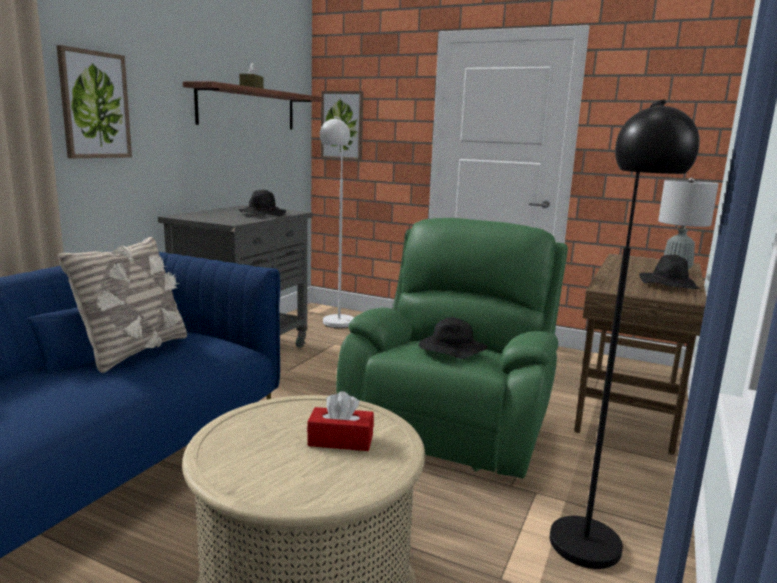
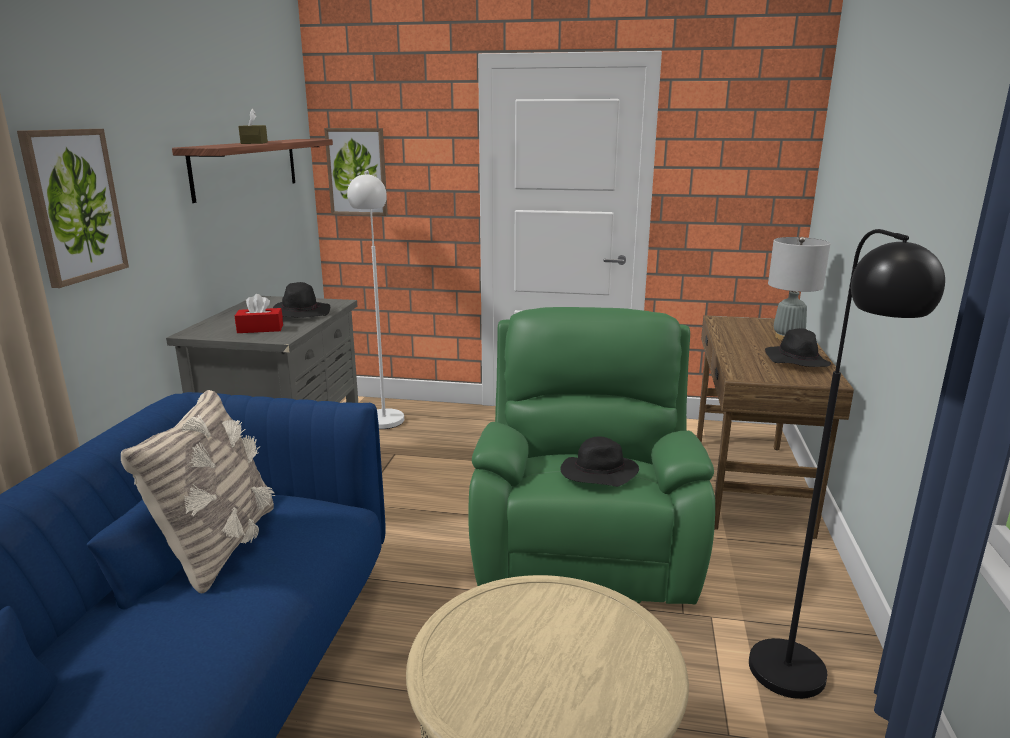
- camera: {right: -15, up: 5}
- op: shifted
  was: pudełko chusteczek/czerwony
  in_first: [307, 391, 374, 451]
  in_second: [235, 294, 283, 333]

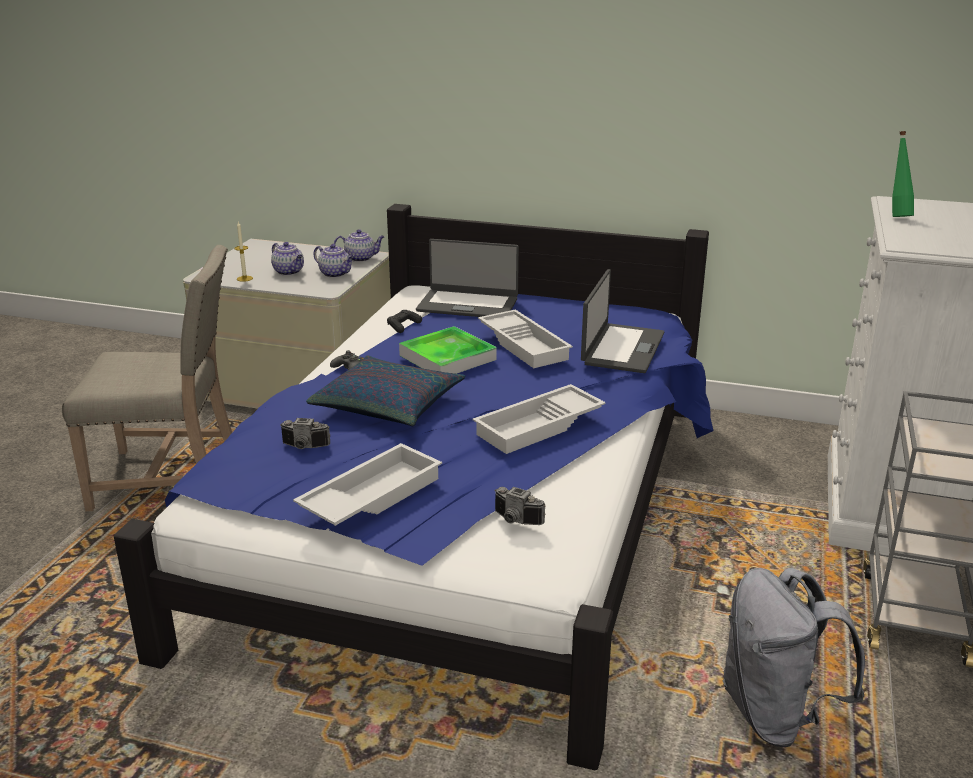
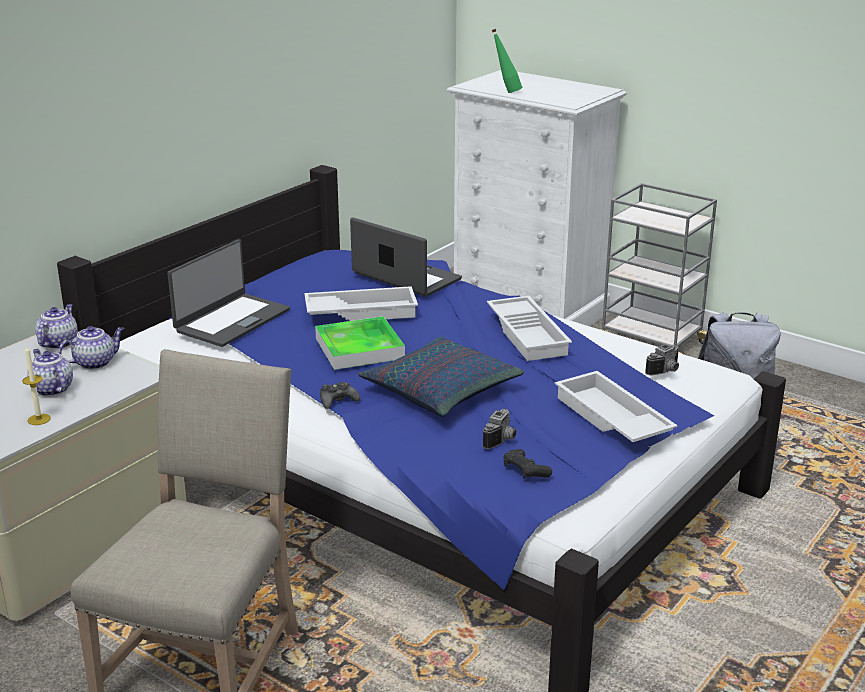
- camera: {right: -70, up: 0}
- op: shifted
  was: pad do gier/czarny
  in_first: [387, 310, 422, 333]
  in_second: [504, 449, 552, 479]
- op: rotated
  was: imbryk
  in_first: [271, 242, 304, 275]
  in_second: [27, 349, 73, 396]
  clockwise: -105

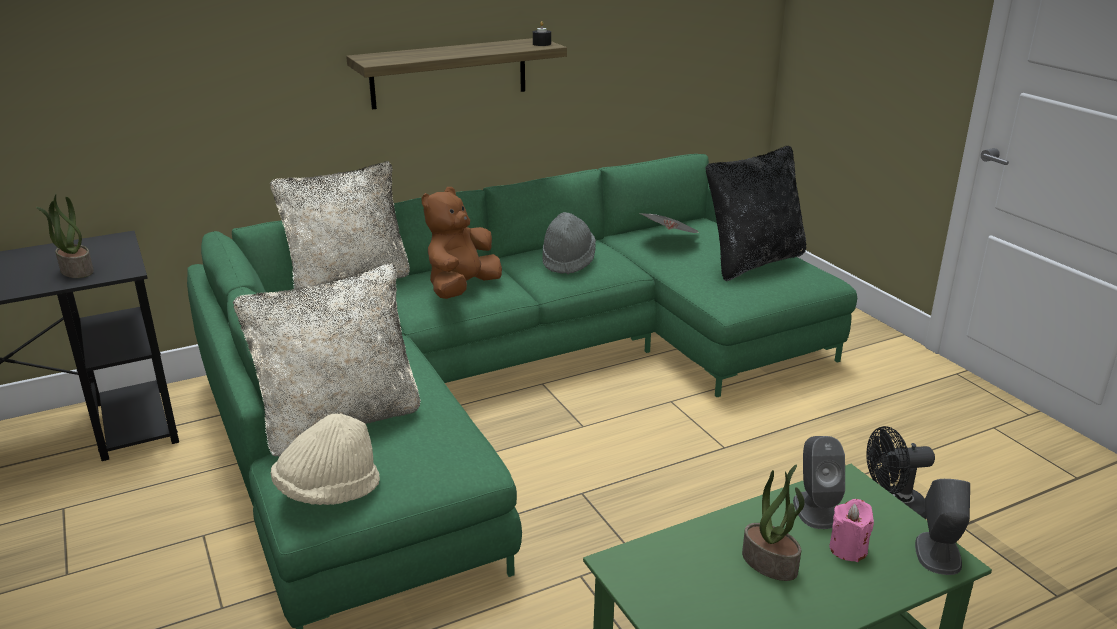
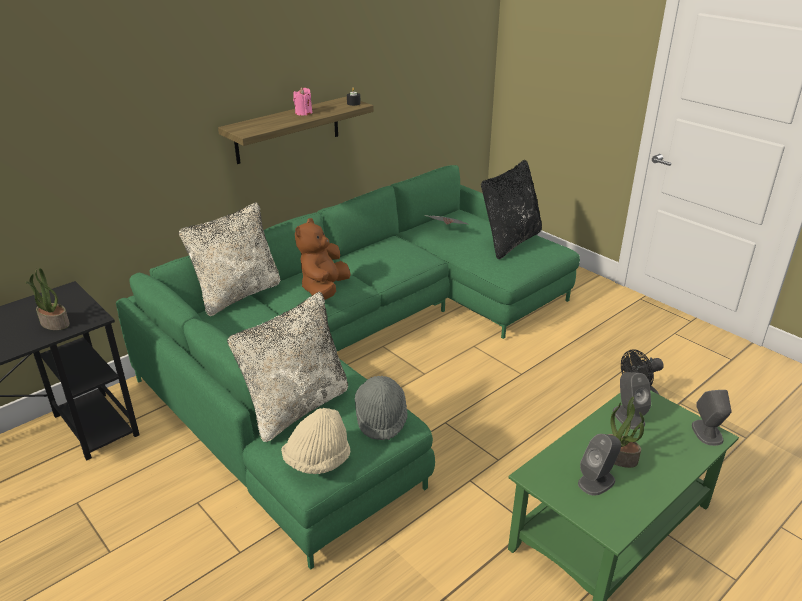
- camera: {right: -15, up: 5}
- op: new
  now: głośnik/szary
  in_second: [578, 434, 621, 496]
- op: shifted
  was: kapelusz/szary
  in_first: [542, 212, 596, 275]
  in_second: [355, 376, 408, 440]
- op: shifted
  was: świeca/różowy
  in_first: [829, 499, 874, 562]
  in_second: [293, 87, 312, 115]

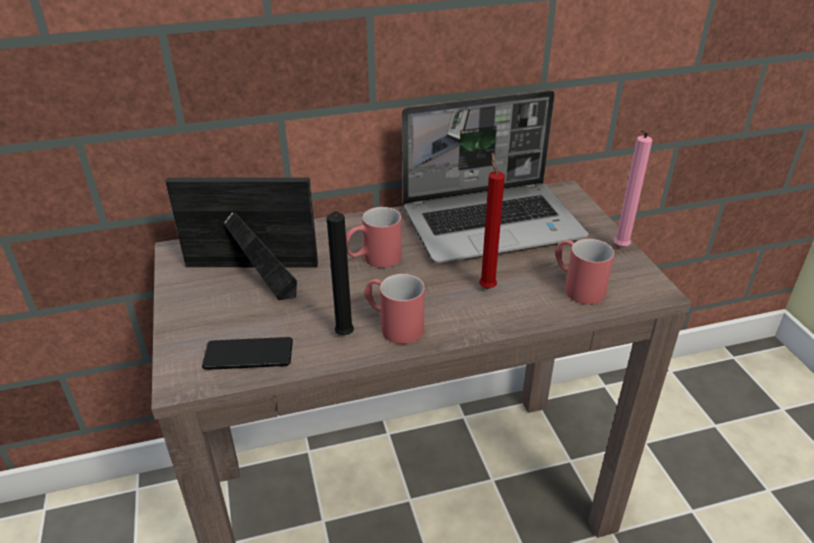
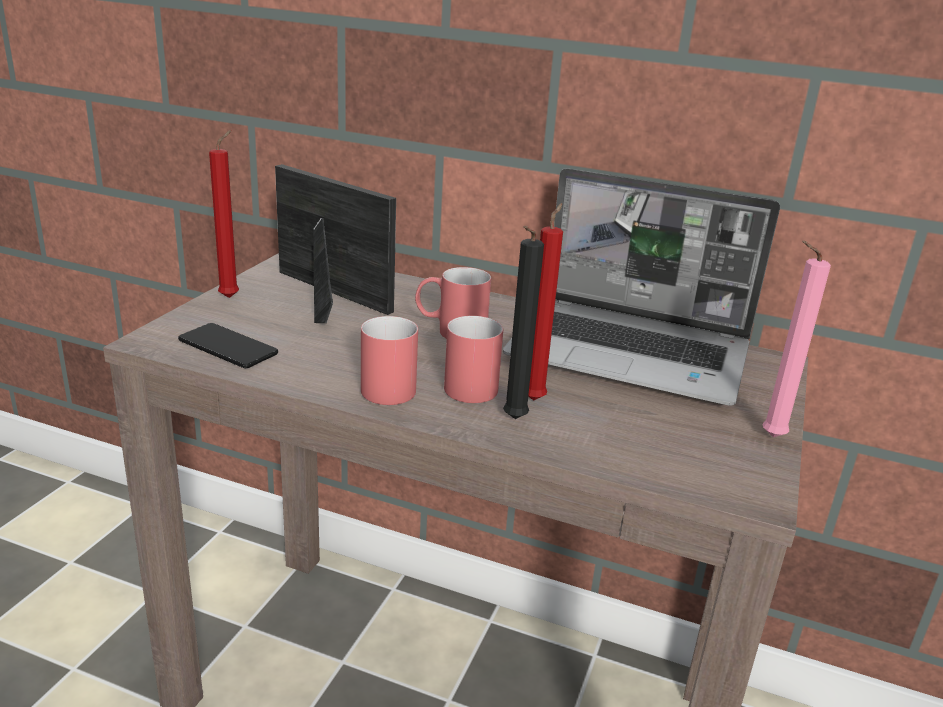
- camera: {right: 35, up: -10}
- op: new
  now: świeca/czerwony
  in_second: [209, 130, 239, 298]
- op: shifted
  was: świeca/czarny
  in_first: [327, 210, 354, 335]
  in_second: [503, 226, 544, 419]
- op: shifted
  was: kubek/czerwony
  in_first: [555, 239, 614, 305]
  in_second: [444, 316, 503, 403]

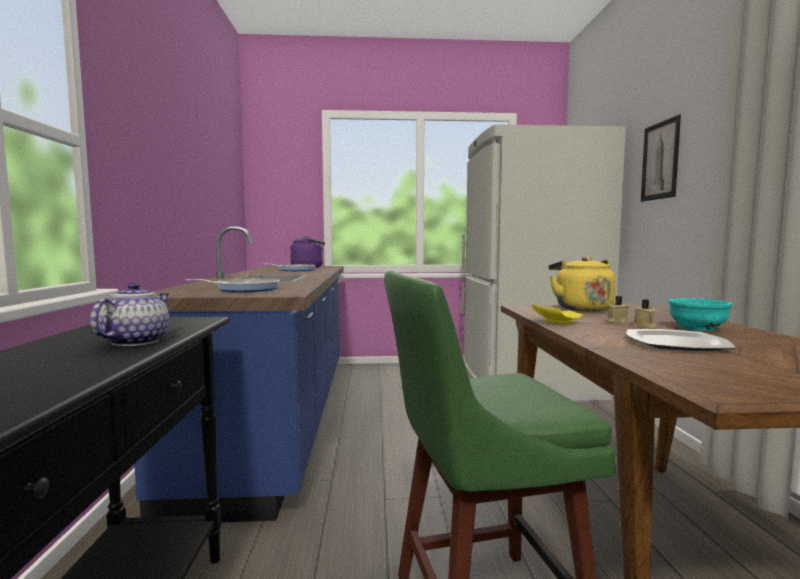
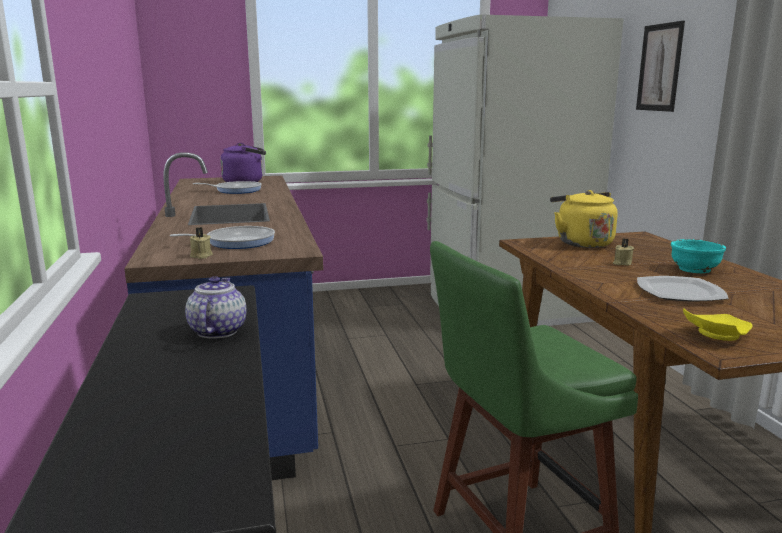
- camera: {right: -10, up: 10}
- op: shifted
  was: talerz/żółty
  in_first: [532, 303, 582, 325]
  in_second: [683, 308, 753, 341]
- op: shifted
  was: świeca/beżowy
  in_first: [633, 299, 656, 329]
  in_second: [190, 227, 213, 259]

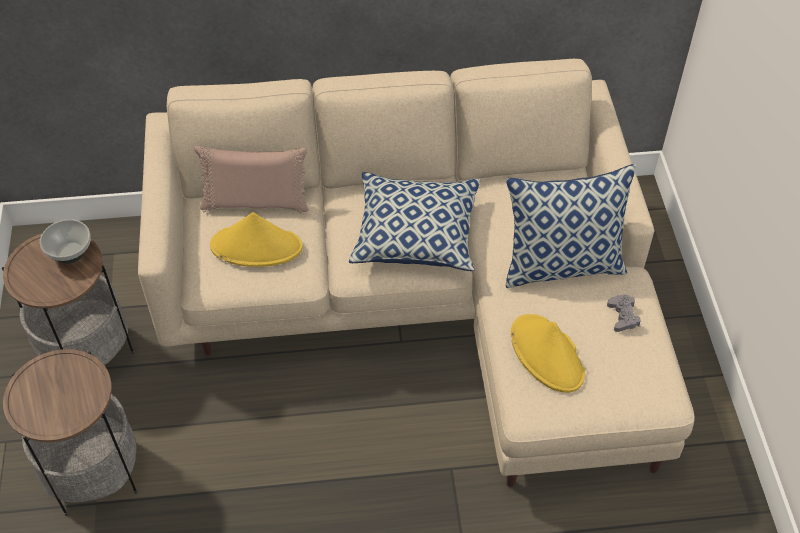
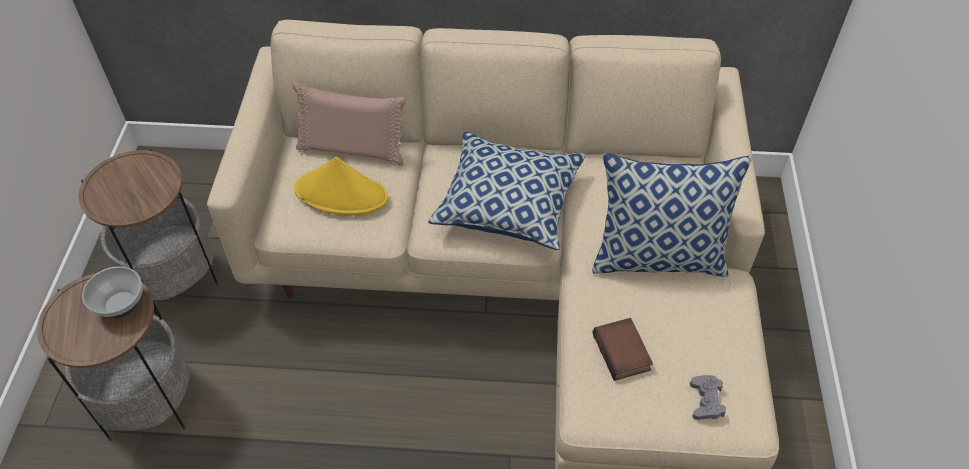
- camera: {right: 10, up: 0}
- op: shifted
  was: miska
  in_first: [40, 219, 91, 264]
  in_second: [82, 266, 143, 318]
- op: shifted
  was: pad do gier/szary
  in_first: [607, 294, 641, 332]
  in_second: [690, 375, 726, 420]
- op: swapped
  was: kapelusz/żółty
  now: książka
  in_first: [511, 314, 585, 393]
  in_second: [592, 318, 653, 381]

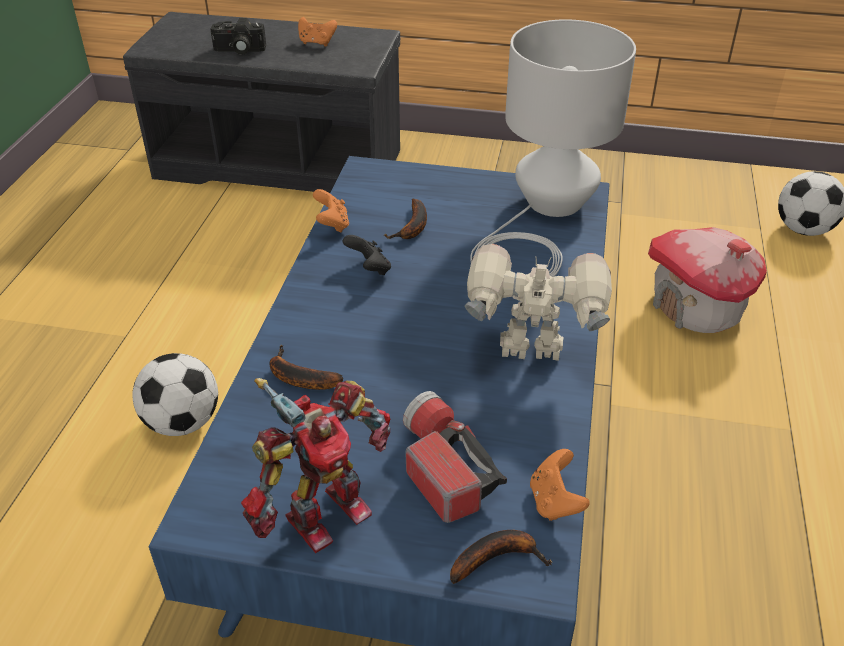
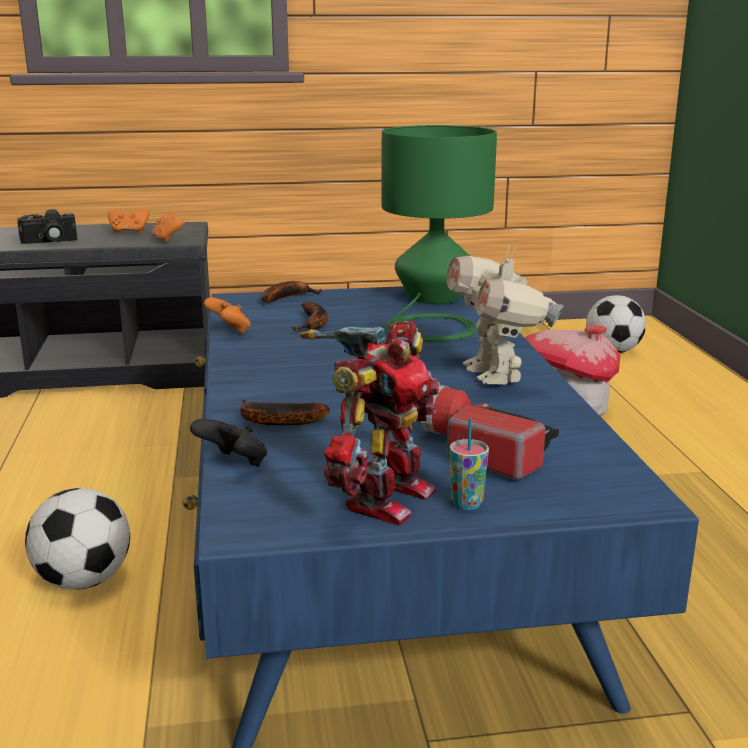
- camera: {right: -20, up: -20}
- op: new
  now: filiżanka
  in_second: [450, 418, 489, 510]
- op: shifted
  was: pad do gier/czarny
  in_first: [343, 235, 391, 275]
  in_second: [190, 419, 267, 467]
- op: shifted
  was: banan
  in_first: [450, 530, 552, 584]
  in_second: [261, 281, 322, 303]
- op: shifted
  was: pad do gier/pomarańczowy
  in_first: [530, 449, 590, 521]
  in_second: [152, 213, 184, 243]
- op: repainted
  was: lampa stołowa/biały
  now: lampa stołowa/zielony
  in_first: [470, 19, 636, 277]
  in_second: [381, 125, 497, 342]
- op: rotated
  was: robot zabawkowy
  in_first: [465, 244, 612, 361]
  in_second: [447, 244, 564, 385]
  clockwise: -90

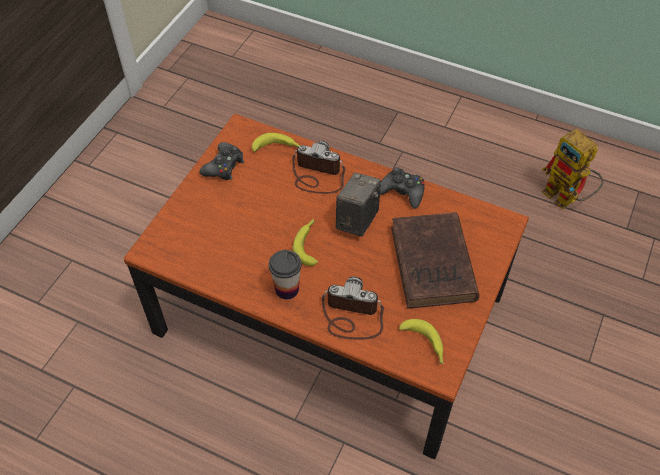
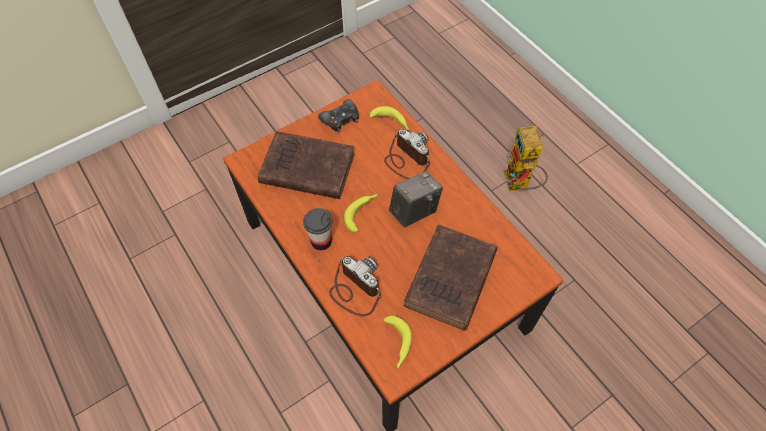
- camera: {right: 30, up: 5}
- op: gone
  was: pad do gier/czarny
  in_first: [380, 167, 425, 209]
- op: new
  now: książka/brązowy
  in_second: [258, 131, 355, 199]
- op: shifted
  was: robot zabawkowy
  in_first: [542, 129, 604, 209]
  in_second: [504, 126, 548, 191]

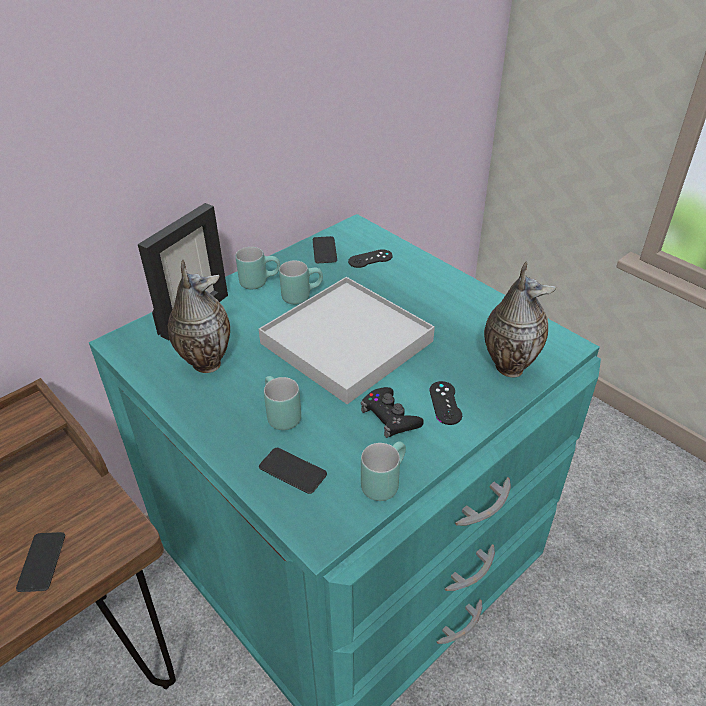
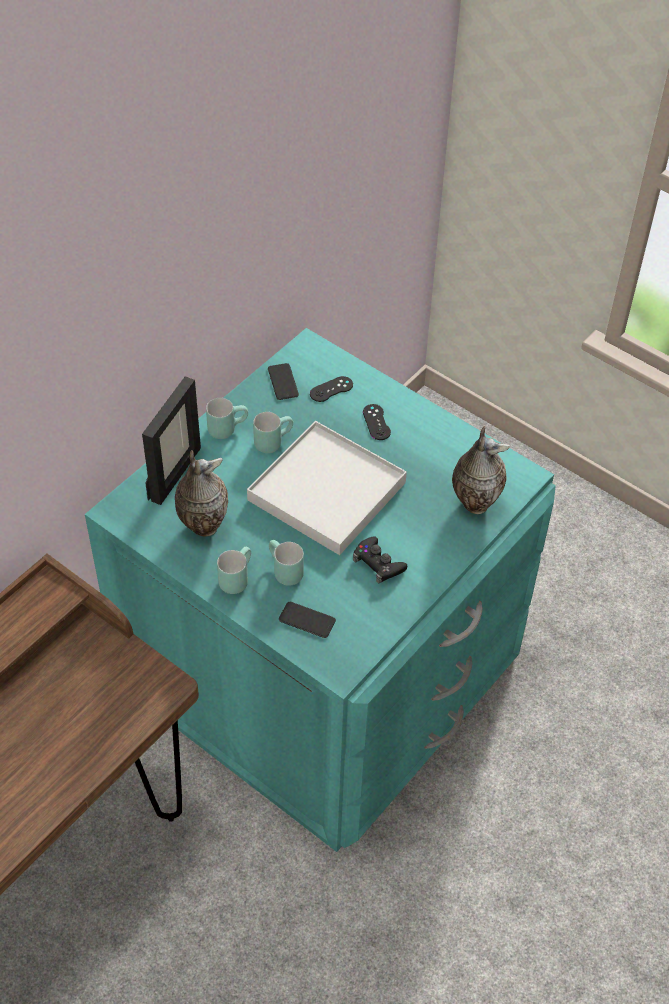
- camera: {right: -10, up: 10}
- op: gone
  was: telefon
  in_first: [16, 532, 65, 592]
- op: shifted
  was: kubek/turkusowy
  in_first: [361, 441, 406, 501]
  in_second: [217, 547, 251, 594]
- op: shifted
  was: pad do gier/czarny
  in_first: [430, 381, 462, 425]
  in_second: [363, 404, 391, 440]

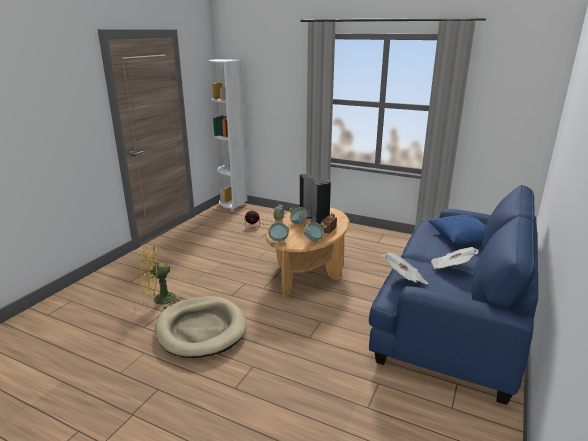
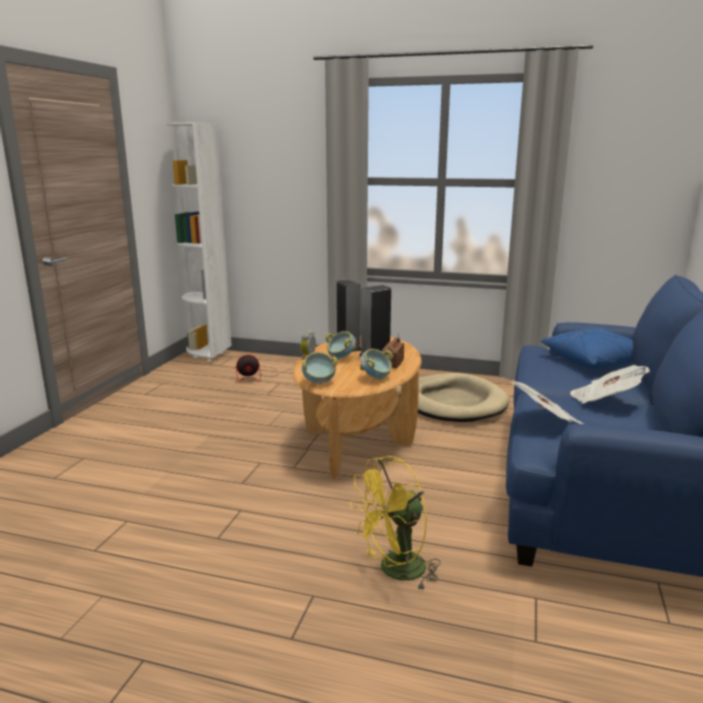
- camera: {right: -10, up: -5}
- op: shifted
  was: wentylator/żółty
  in_first: [140, 246, 183, 309]
  in_second: [350, 456, 441, 591]
- op: shifted
  was: legowisko/beżowy
  in_first: [155, 296, 247, 358]
  in_second: [399, 373, 510, 422]

